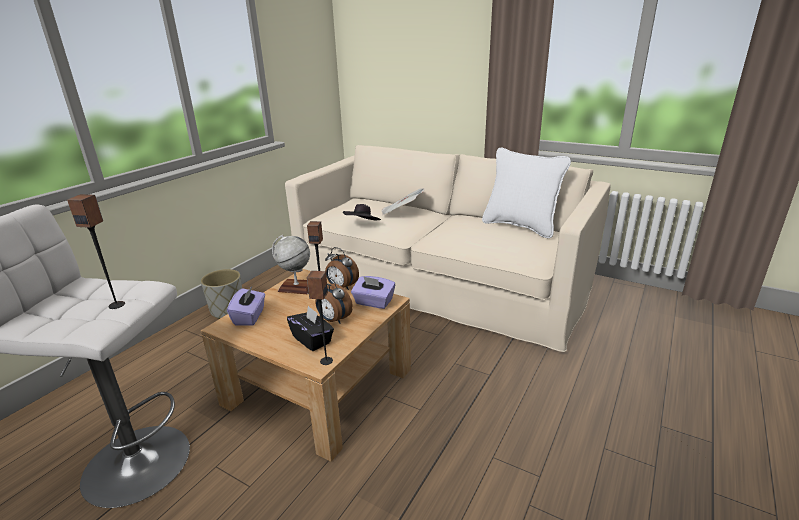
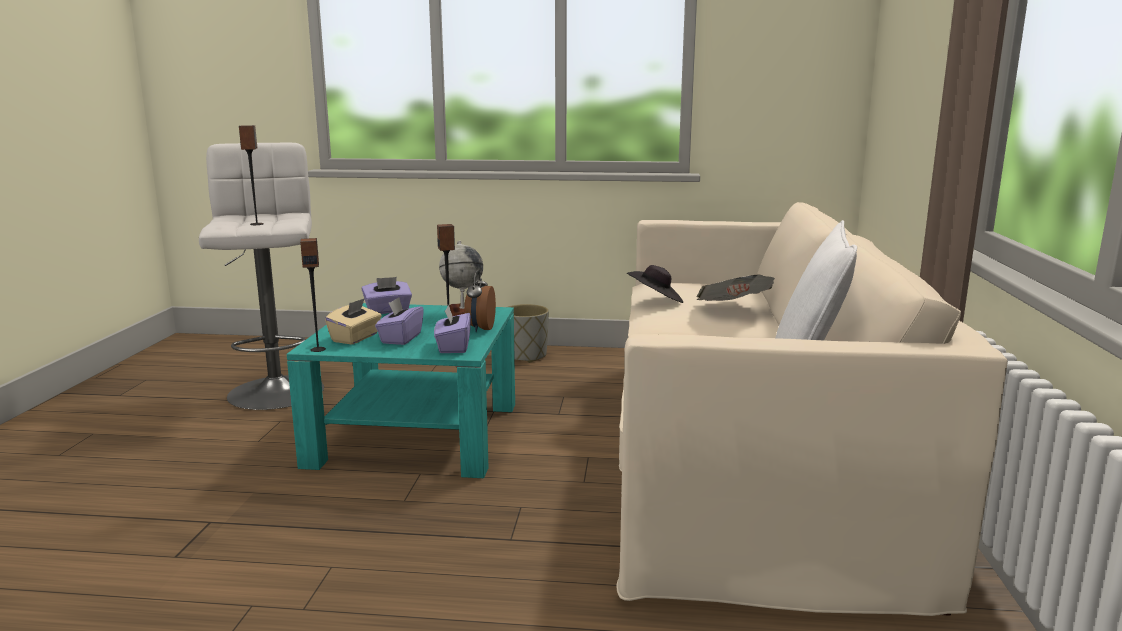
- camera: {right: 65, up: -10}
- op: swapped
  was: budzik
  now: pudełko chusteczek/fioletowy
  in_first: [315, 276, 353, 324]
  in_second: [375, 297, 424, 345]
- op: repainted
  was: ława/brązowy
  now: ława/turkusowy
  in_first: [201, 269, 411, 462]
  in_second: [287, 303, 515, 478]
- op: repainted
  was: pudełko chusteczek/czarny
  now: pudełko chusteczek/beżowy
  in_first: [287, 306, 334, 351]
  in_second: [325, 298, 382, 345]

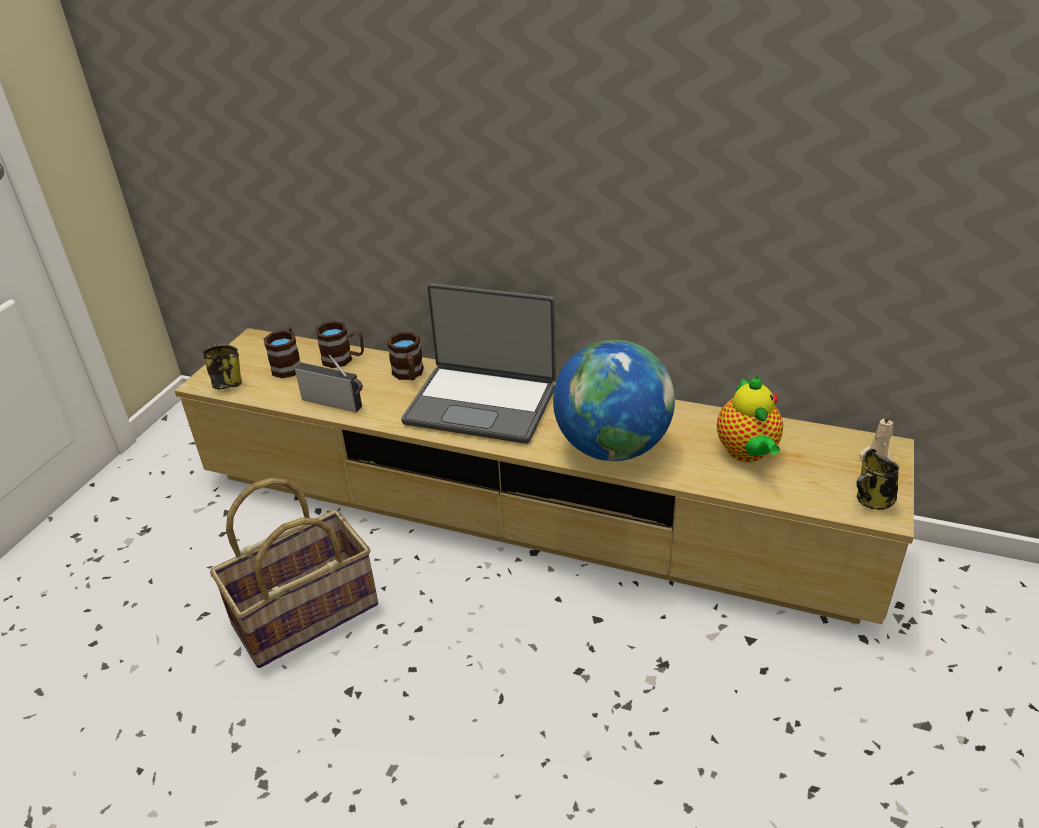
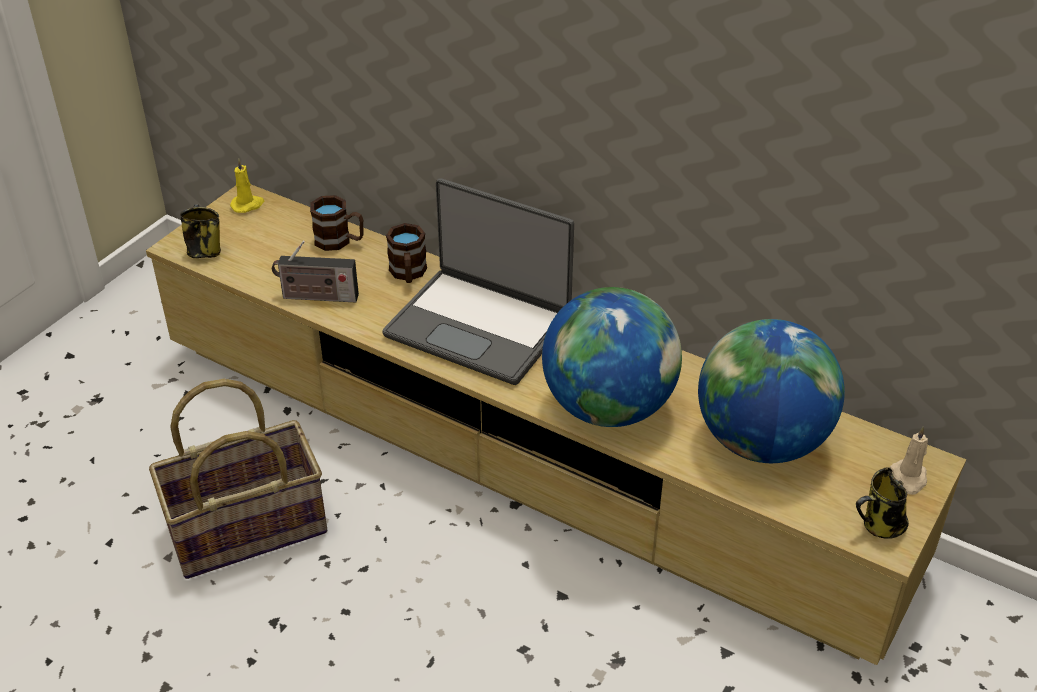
- camera: {right: 10, up: 5}
- op: gone
  was: kubek/brązowy
  in_first: [263, 327, 301, 378]
- op: new
  now: świeca/żółty
  in_second: [230, 158, 265, 213]
- op: swapped
  was: imbryk
  now: globus
  in_first: [717, 376, 783, 462]
  in_second: [698, 319, 845, 463]
- op: rotated
  was: radio
  in_first: [295, 355, 363, 413]
  in_second: [272, 241, 359, 302]
  clockwise: 150

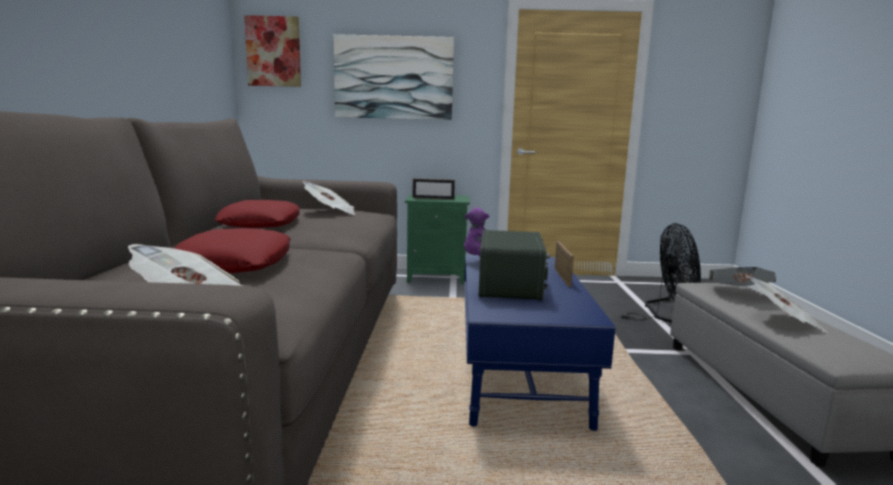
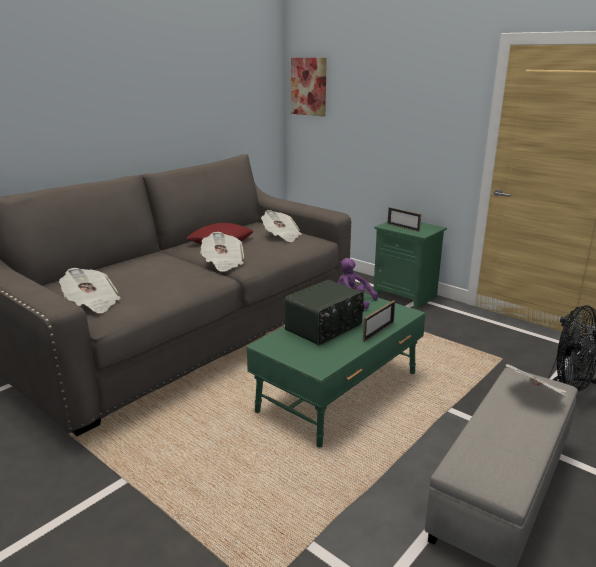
- camera: {right: 40, up: 10}
- op: gone
  was: poduszka/czerwony
  in_first: [174, 228, 290, 273]
- op: gone
  was: obraz
  in_first: [333, 34, 454, 120]
- op: shifted
  was: gazeta
  in_first: [746, 275, 829, 333]
  in_second: [200, 232, 244, 272]
- op: repainted
  was: ława/niebieski
  now: ława/zielony
  in_first: [464, 254, 616, 431]
  in_second: [246, 293, 426, 448]

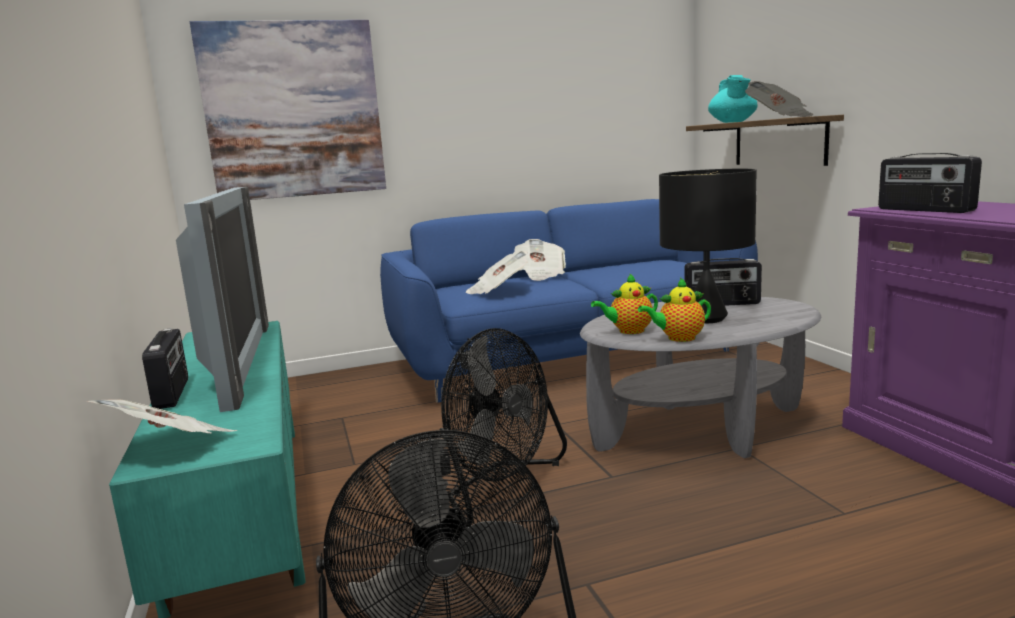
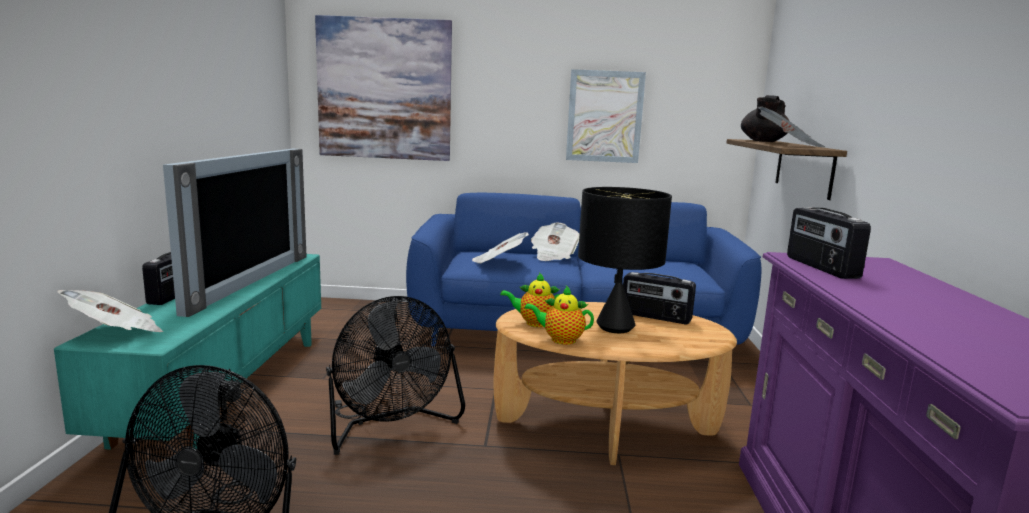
- camera: {right: 20, up: 0}
- op: new
  now: obraz
  in_second: [566, 69, 646, 163]
- op: repainted
  was: ława/szary
  now: ława/brązowy
  in_first: [580, 297, 821, 458]
  in_second: [494, 302, 737, 465]
- op: repainted
  was: imbryk/turkusowy
  now: imbryk/czarny
  in_first: [708, 75, 758, 123]
  in_second: [741, 95, 789, 142]

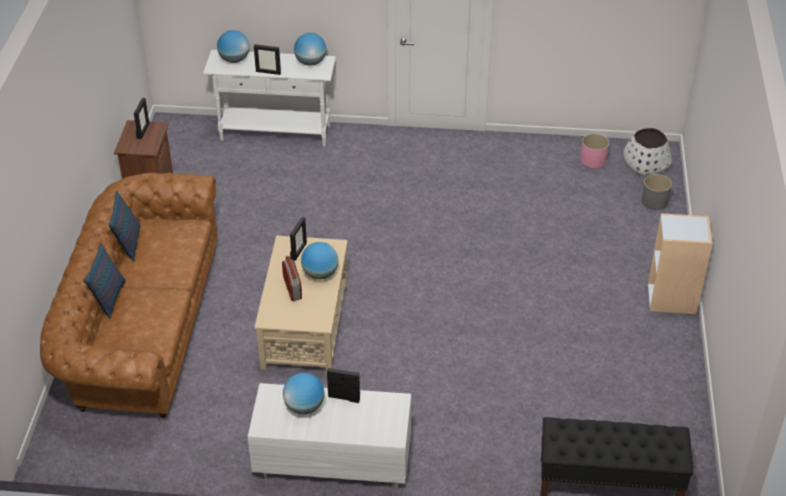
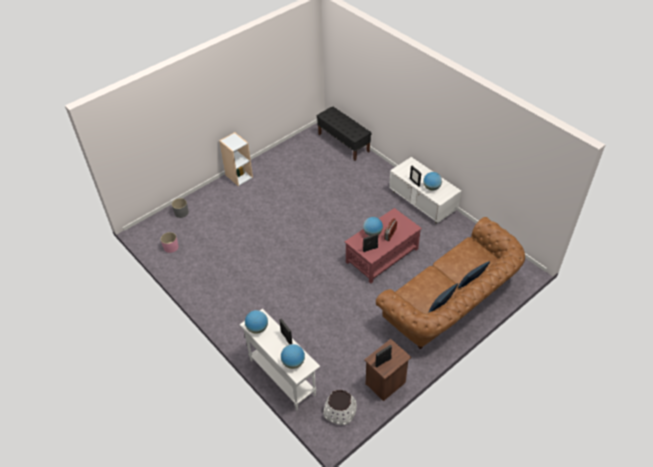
- camera: {right: -135, up: 5}
- op: shifted
  was: donica/biały
  in_first: [623, 128, 672, 175]
  in_second: [323, 390, 357, 425]
- op: repainted
  was: ława/beżowy
  now: ława/czerwony
  in_first: [254, 236, 348, 374]
  in_second: [345, 208, 422, 283]

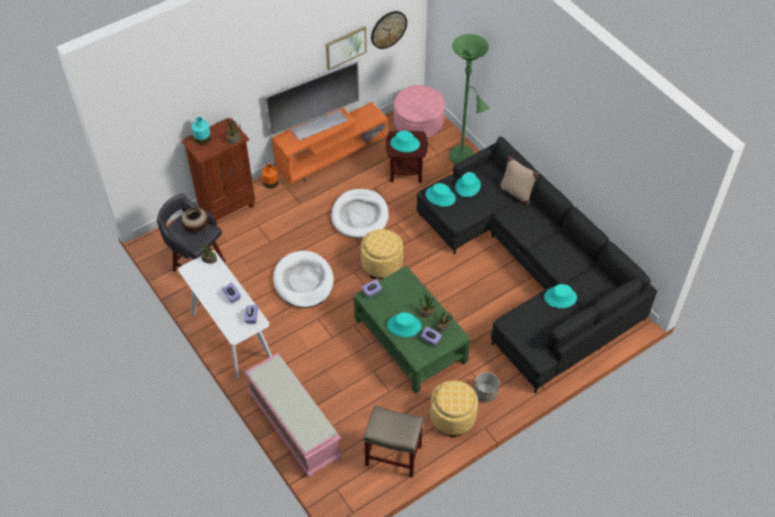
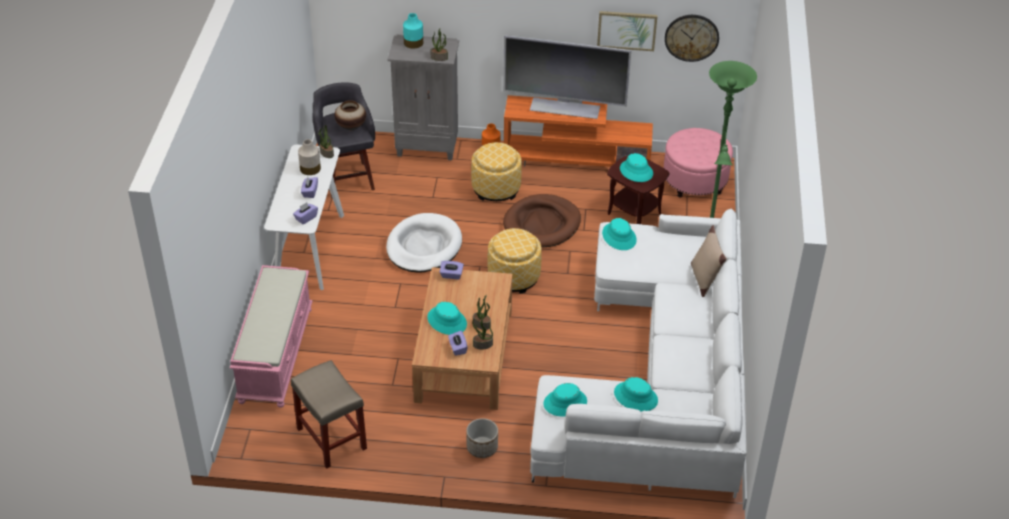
- camera: {right: 40, up: -10}
- op: new
  now: wazon/beżowy
  in_second: [298, 139, 321, 175]
- op: shifted
  was: pufa
  in_first: [430, 380, 478, 437]
  in_second: [471, 142, 522, 201]
- op: shifted
  was: kapelusz/turkusowy
  in_first: [455, 172, 481, 197]
  in_second: [543, 383, 587, 417]
- op: repainted
  was: szafka/brązowy
  now: szafka/szary
  in_first: [182, 118, 255, 224]
  in_second: [387, 35, 459, 160]
- op: repainted
  was: legowisko/biały
  now: legowisko/brązowy
  in_first: [331, 189, 389, 239]
  in_second: [503, 194, 581, 247]
- op: repainted
  was: ława/zielony
  now: ława/brązowy
  in_first: [354, 266, 471, 394]
  in_second: [412, 267, 513, 410]
- op: repainted
  was: kanapa/czarny
  now: kanapa/biały
  in_first: [417, 136, 657, 393]
  in_second: [530, 209, 747, 498]

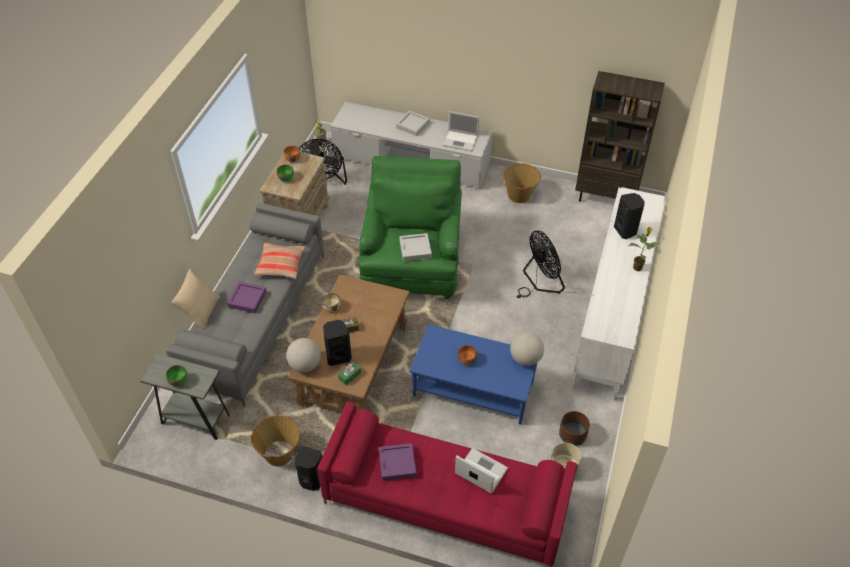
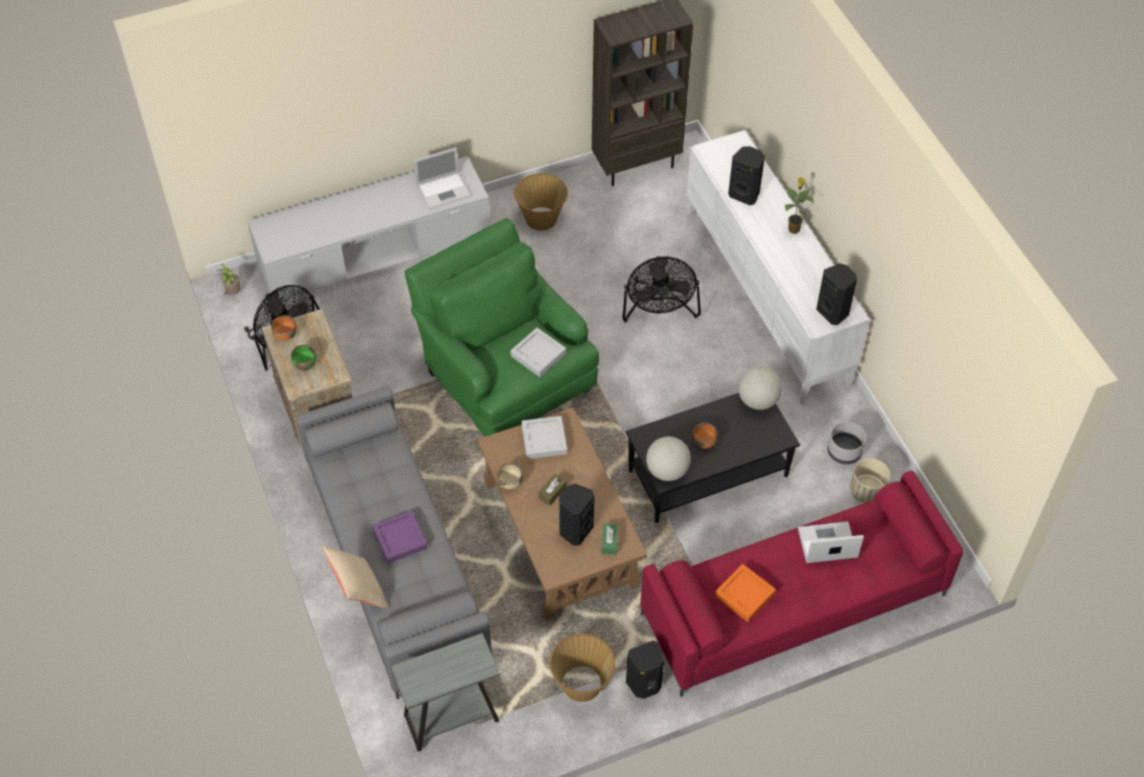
- camera: {right: -40, up: 5}
- op: gone
  was: miska/zielony
  in_first: [166, 365, 187, 386]
- op: gone
  was: poduszka
  in_first: [254, 243, 305, 279]
- op: new
  now: głośnik/czarny
  in_second: [816, 263, 857, 325]
- op: shifted
  was: globus
  in_first: [286, 338, 321, 372]
  in_second: [646, 436, 691, 481]
- op: shifted
  was: taca/szary
  in_first: [396, 111, 430, 136]
  in_second: [521, 416, 567, 459]
- op: repainted
  was: taca/fioletowy
  now: taca/pomarańczowy
  in_first: [379, 443, 416, 481]
  in_second: [715, 564, 776, 622]
- op: repainted
  was: ława/niebieski
  now: ława/czarny
  in_first: [409, 324, 538, 425]
  in_second: [626, 393, 800, 523]
- op: repainted
  was: donica/brązowy
  now: donica/szary
  in_first: [559, 411, 590, 446]
  in_second: [827, 421, 866, 464]
- op: rotated
  was: wentylator/czarny
  in_first: [516, 231, 565, 298]
  in_second: [623, 256, 701, 322]
  clockwise: 150

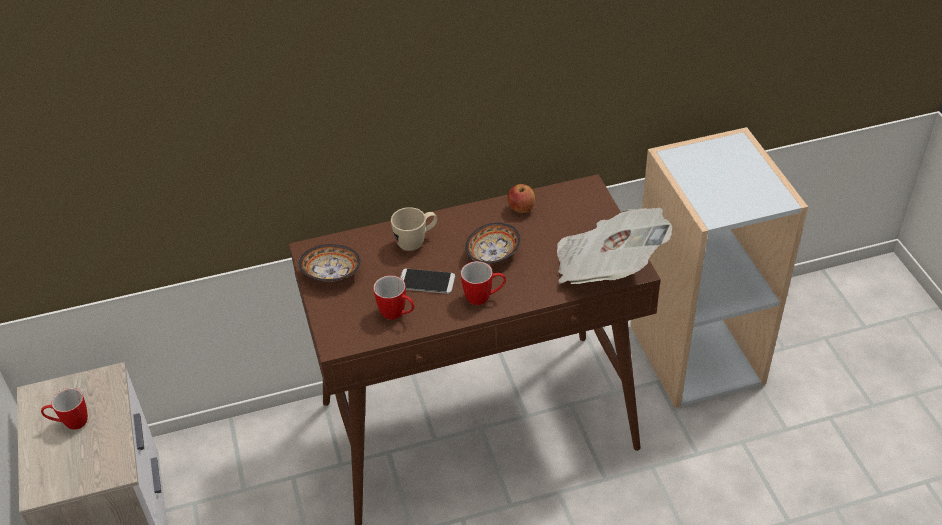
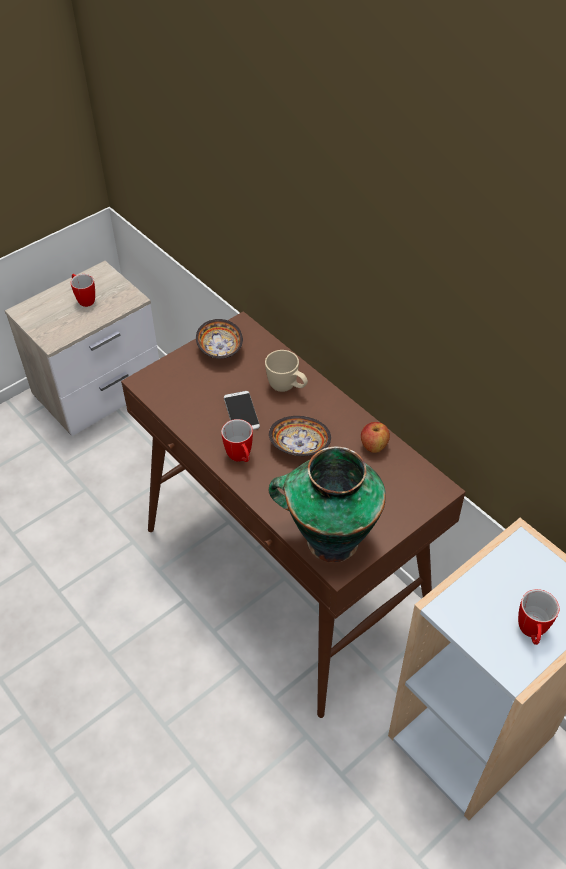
- camera: {right: 65, up: 5}
- op: shifted
  was: kubek
  in_first: [373, 275, 414, 320]
  in_second: [518, 589, 559, 645]
- op: swapped
  was: gazeta
  now: wazon
  in_first: [557, 208, 672, 284]
  in_second: [269, 446, 386, 563]

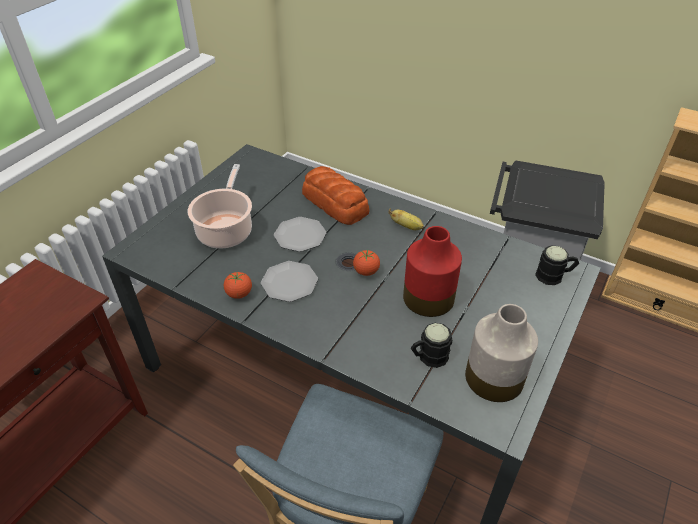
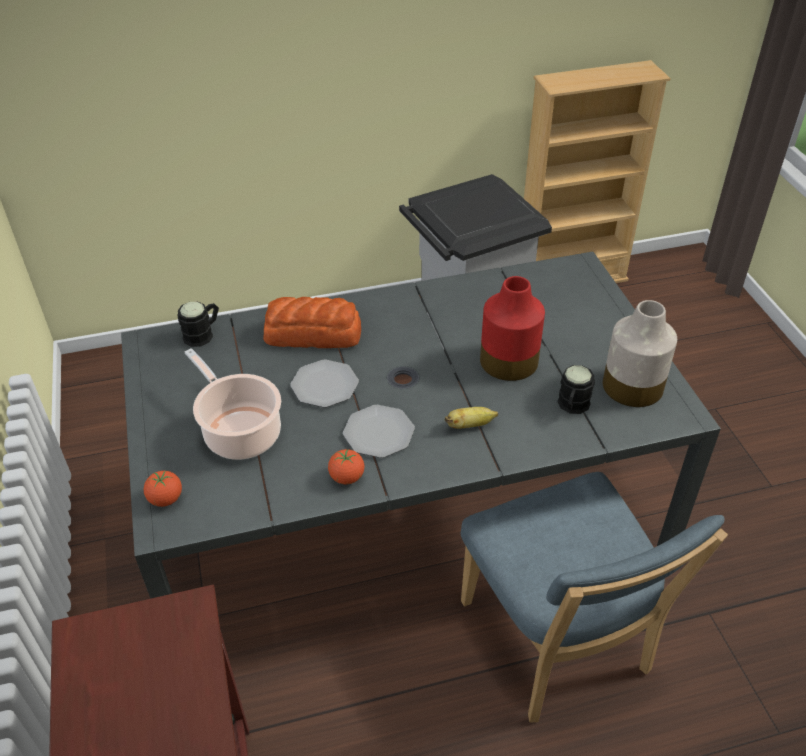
- camera: {right: -45, up: 0}
- op: shifted
  was: pomidor
  in_first: [353, 250, 380, 276]
  in_second: [144, 471, 182, 507]
- op: shifted
  was: banan
  in_first: [389, 209, 424, 230]
  in_second: [445, 407, 498, 429]
- op: shifted
  was: kubek/czarny
  in_first: [535, 246, 579, 285]
  in_second: [177, 302, 219, 347]

